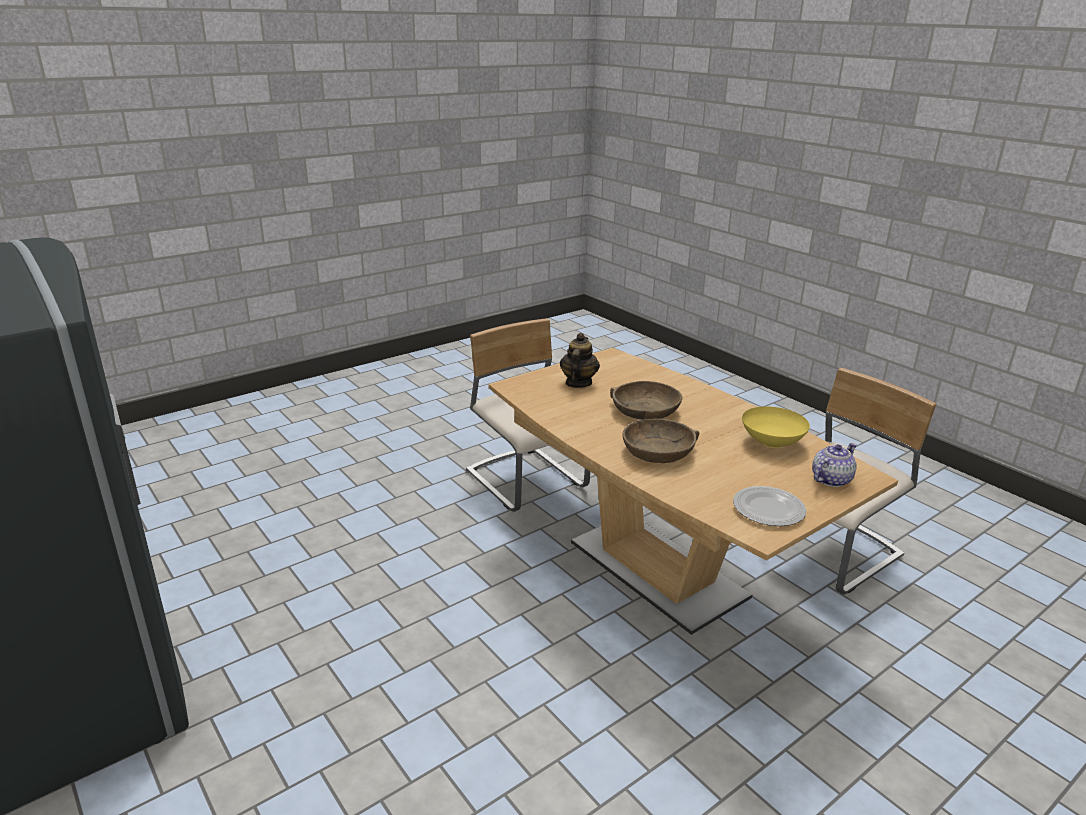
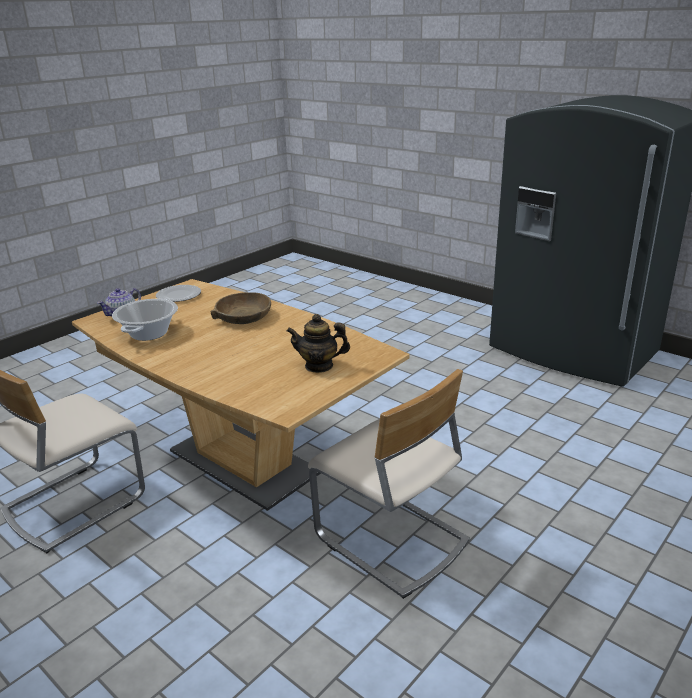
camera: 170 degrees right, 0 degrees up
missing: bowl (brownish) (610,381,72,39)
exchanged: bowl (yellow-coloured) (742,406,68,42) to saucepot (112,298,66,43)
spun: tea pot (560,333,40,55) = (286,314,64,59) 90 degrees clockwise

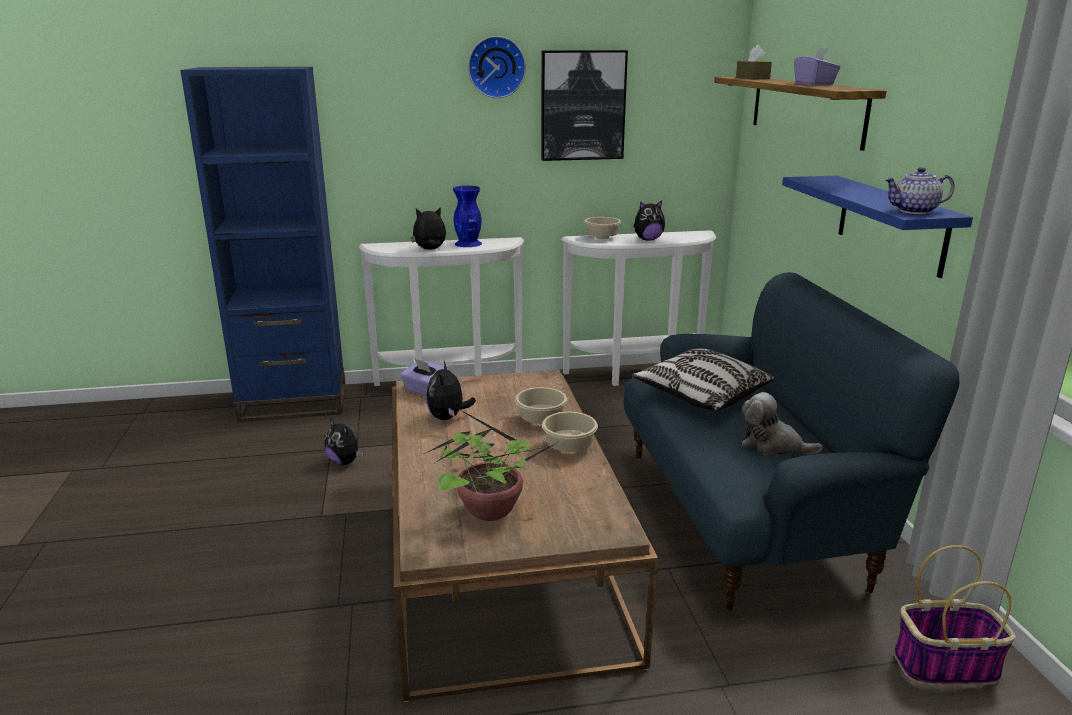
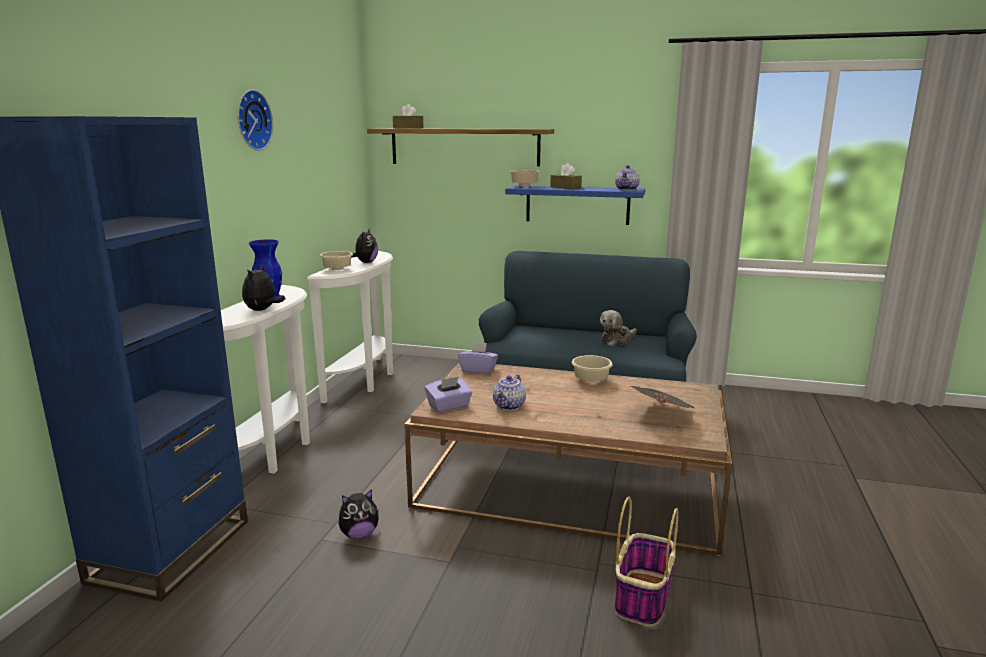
camera: 65 degrees left, 5 degrees down
missing: picture (541,50,87,111); cushion (632,348,142,63)
appeared: box of tissues (brownish) (550,163,32,26)
relocated: bowl (beige) (515,387,52,37) to (509,170,31,17); box of tissues (purplish) (794,48,47,37) to (458,342,40,32); basket (894,545,122,141) to (615,497,64,130)
exchanged: plant in a pot (424,408,143,113) to printed paper (626,385,69,23); cuddly toy (426,361,50,59) to tea pot (493,374,33,37)

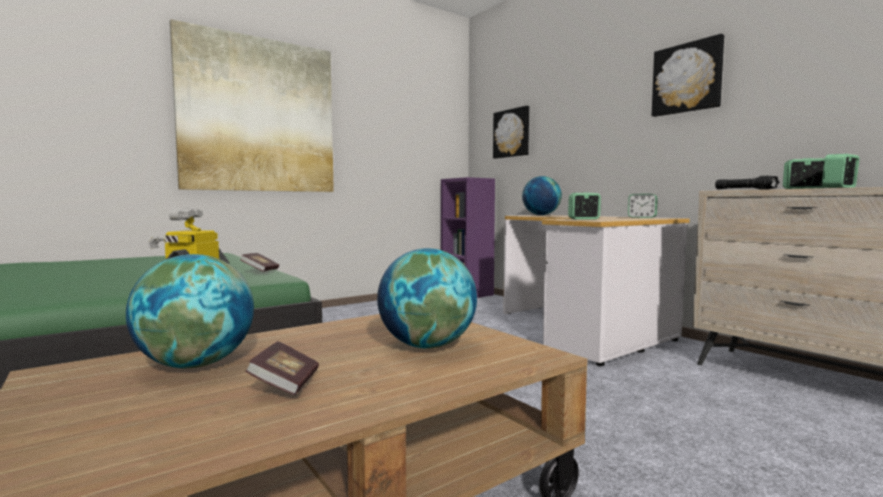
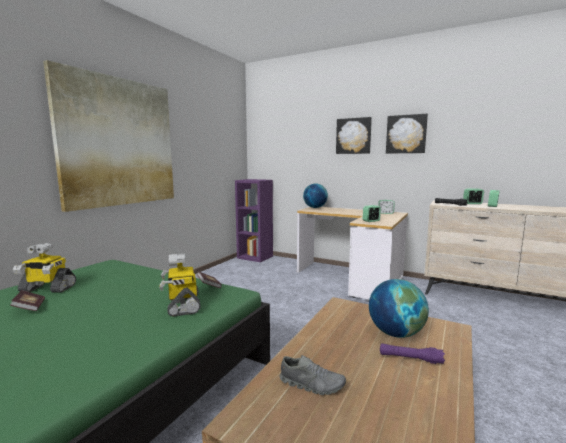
camera: 25 degrees left, 5 degrees up
appeared: robot figure (13,243,63,50); flashlight (purplish) (380,343,65,21)
relocated: book (245,341,74,54) to (10,290,35,21); picture (493,106,36,53) to (336,117,36,37)
exchanged: world globe (126,254,128,114) to item of footwear (gray) (279,355,67,40)

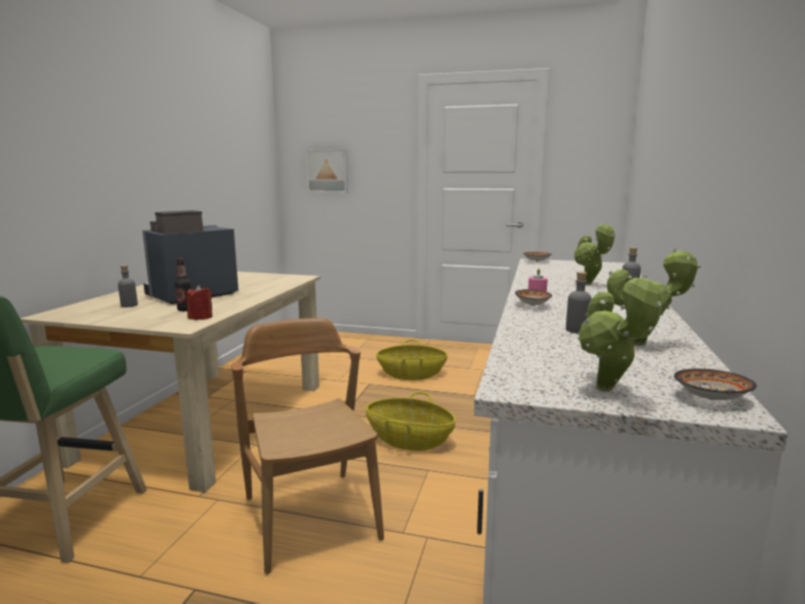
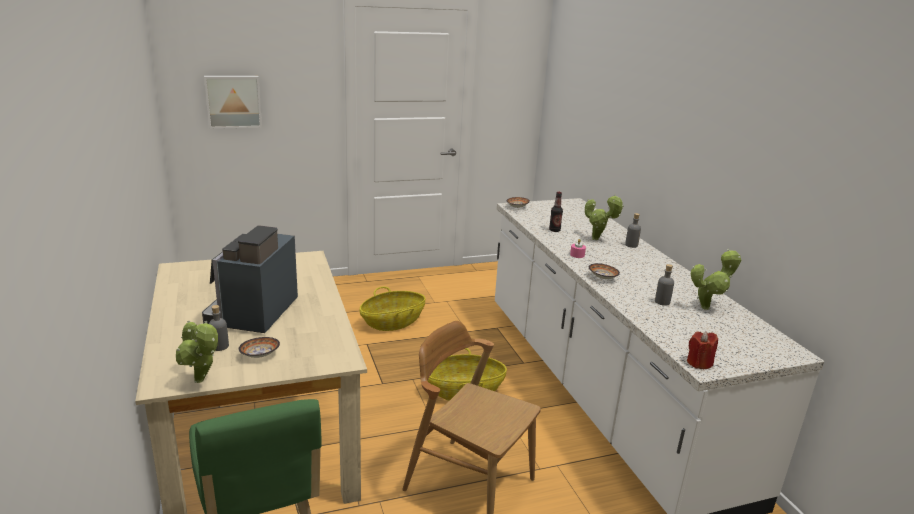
camera: 35 degrees left, 10 degrees up
relocated: beverage bottle (175,258,16,53) to (549,192,14,40); wax light (red) (186,285,27,35) to (687,331,31,38); plant in a pot (577,275,86,117) to (176,321,42,62); bowl (674,369,83,31) to (238,337,42,21)

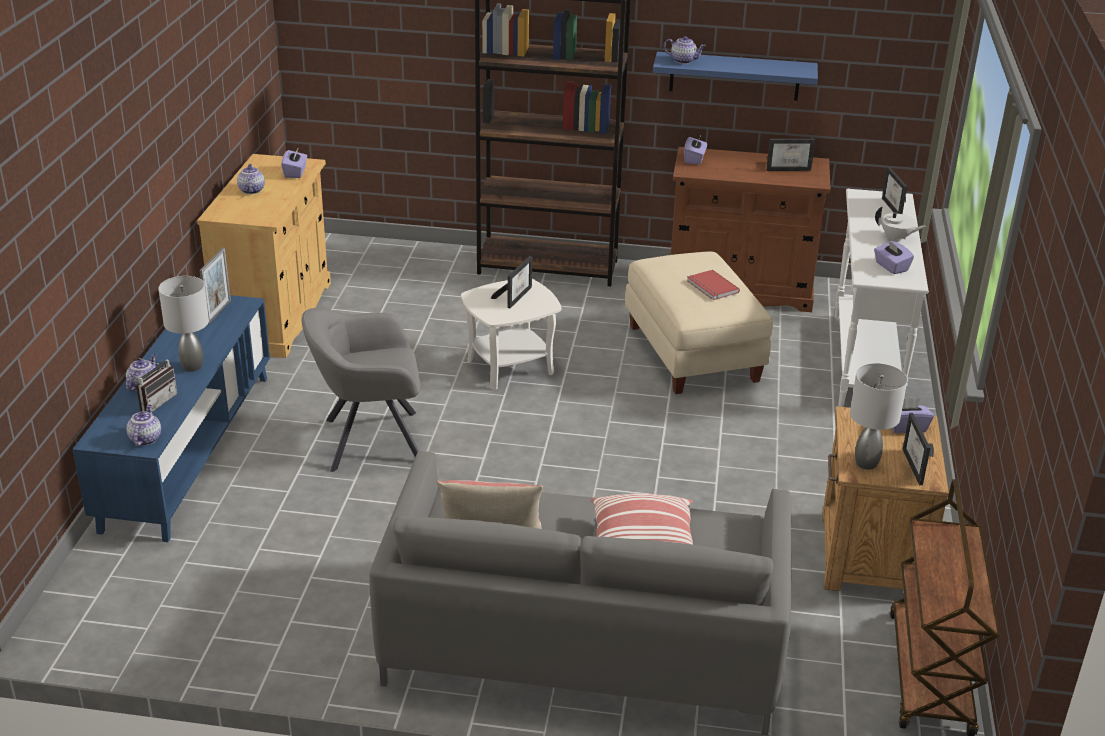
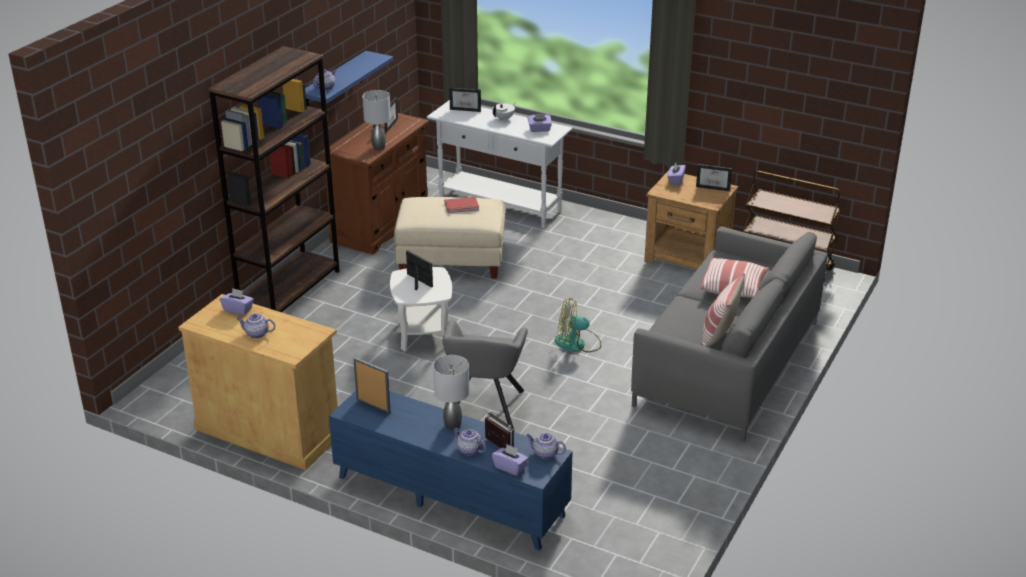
camera: 70 degrees left, 0 degrees up
appeared: fan (555,298,46,54)
relocated: box of tissues (purplish) (684,137,23,28) to (492,444,36,32); tabletop lamp (gray) (850,363,58,107) to (362,90,29,60)

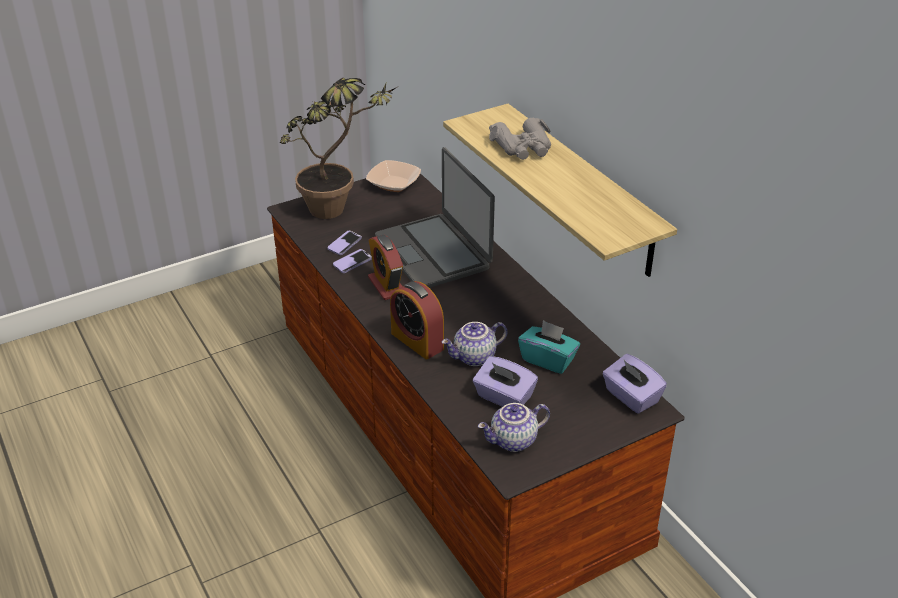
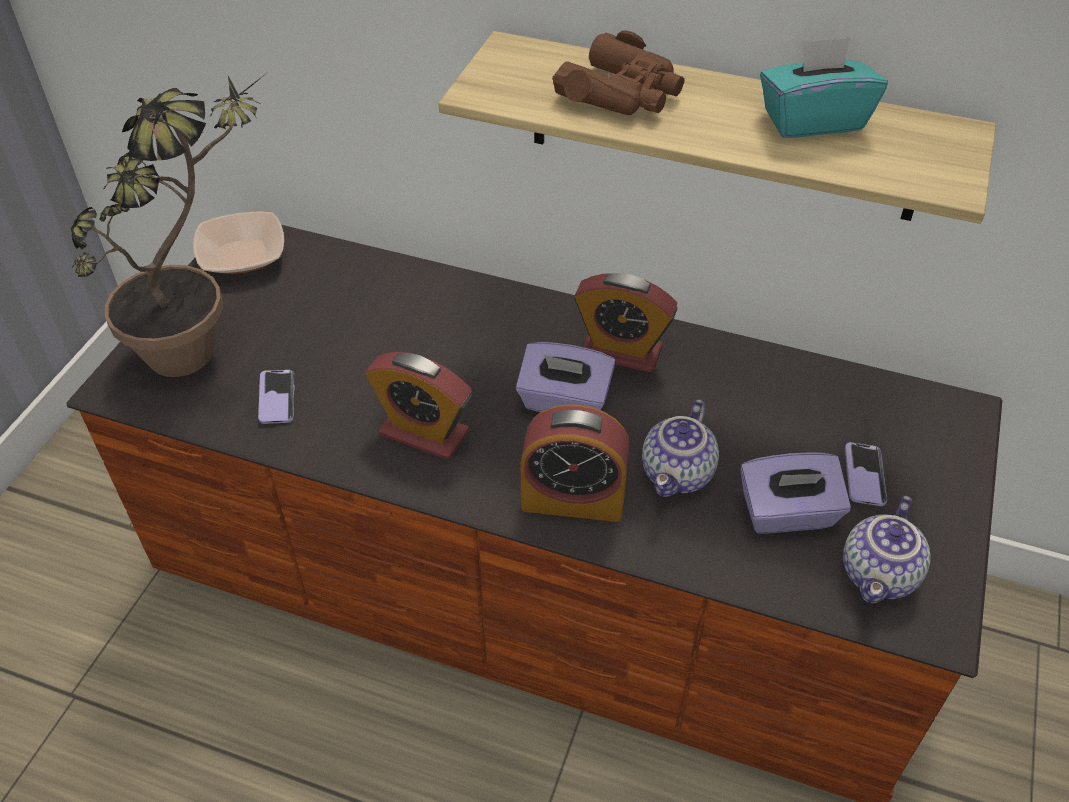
camera: 40 degrees left, 10 degrees up
missing: portable computer (375,147,120,141)
appeared: bedside clock (574,273,103,100)
relocated: telephone (333,249,39,24) to (845,442,42,64); box of tissues (turquoise-coloured) (518,320,62,54) to (760,37,128,101); box of tissues (purplish) (602,354,65,60) to (516,342,99,70)
colour: pair of binoculars (gray) (489,118,62,42) to pair of binoculars (brownish) (552,31,133,84)

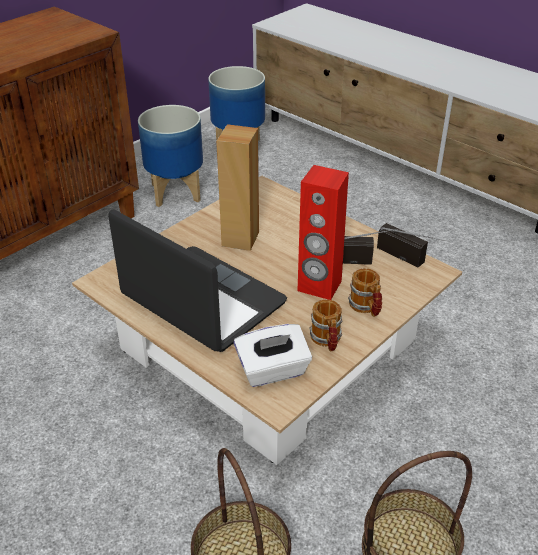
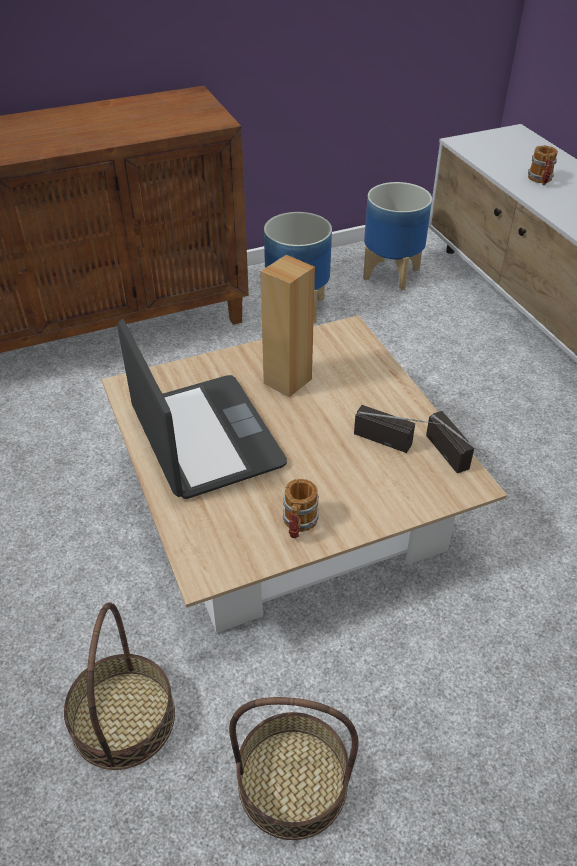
camera: 25 degrees right, 5 degrees up
missing: box of tissues (whitish) (234,324,78,63); loudspeaker (red) (298,165,51,135)
relocated: tea mug (348,268,34,49) to (528,146,30,39)

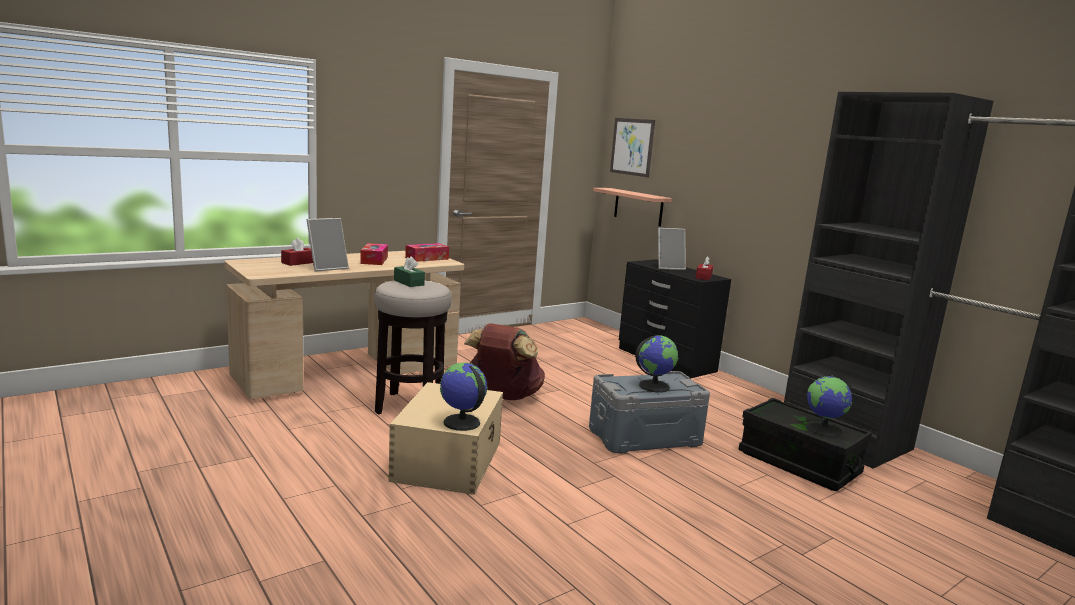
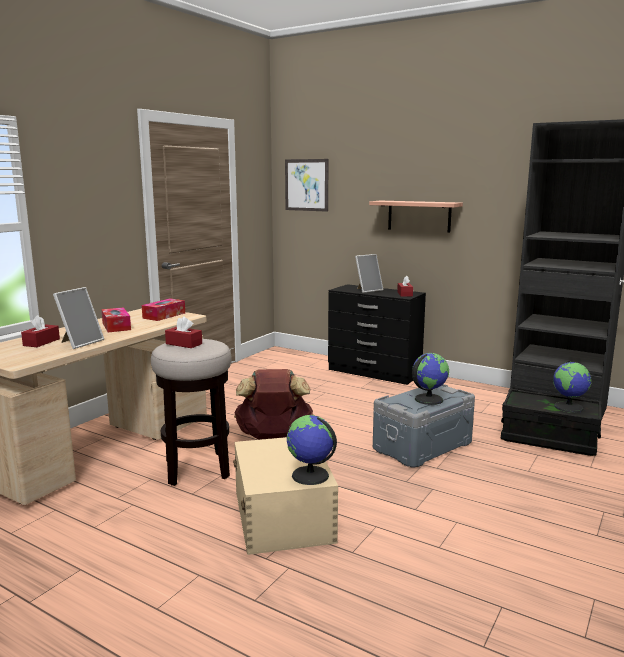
camera: 20 degrees left, 0 degrees up
relocated: bracket shelf (593,188,79,39) to (369,201,94,32)
colour: box of tissues (greenish) (394,256,31,31) to box of tissues (red) (165,316,37,32)

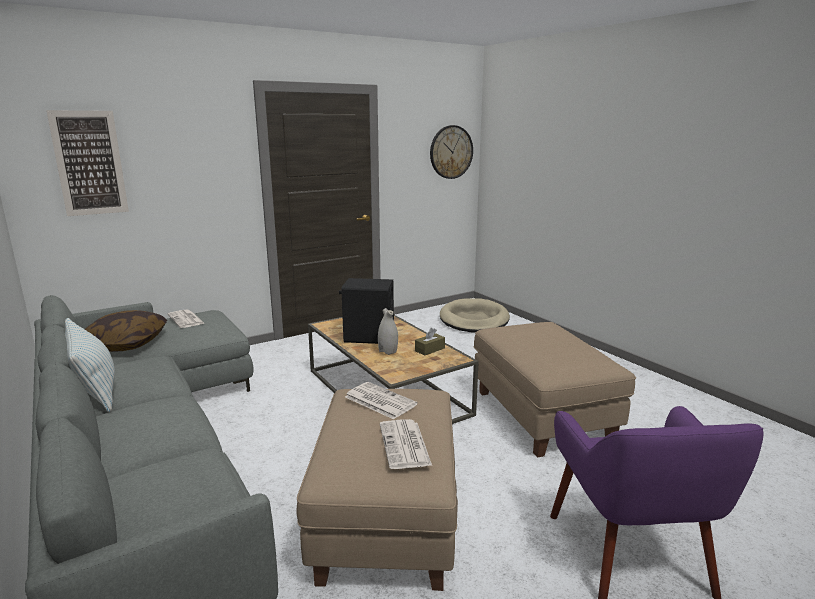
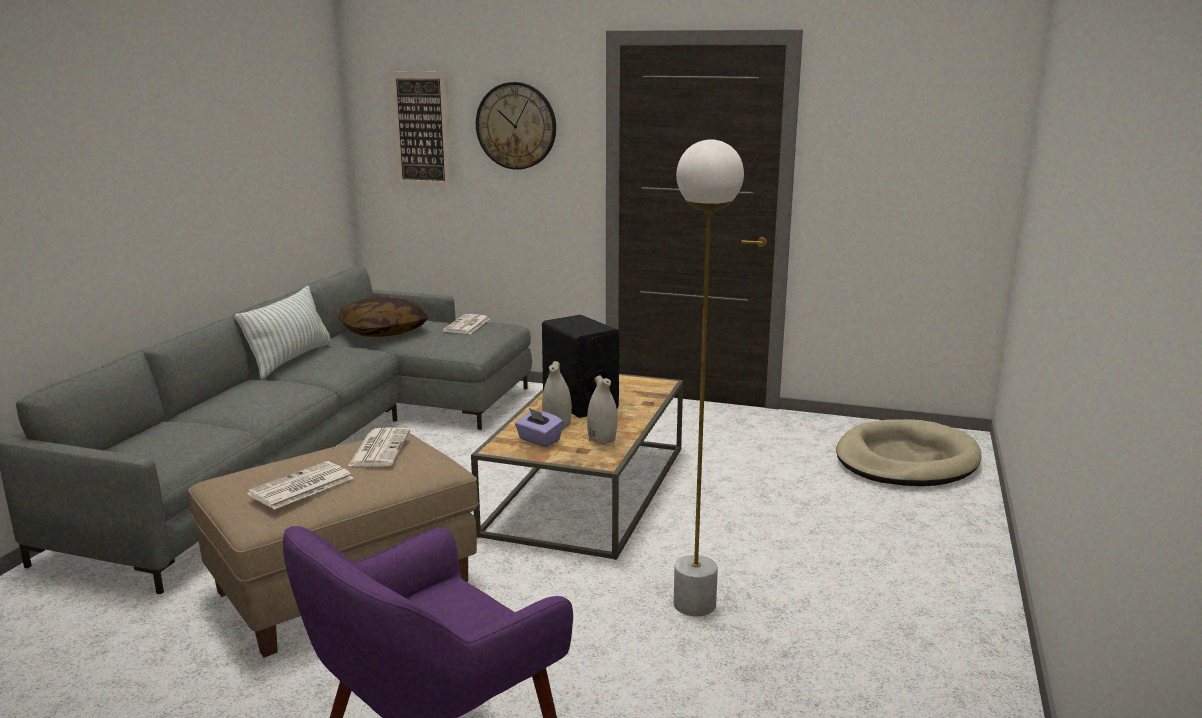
camera: 50 degrees right, 0 degrees up
appeared: box of tissues (purplish) (515,408,48,39)
relocated: hanging clock (430,125,43,54) to (476,82,80,88)
exchanged: box of tissues (brownish) (415,328,30,28) to decorative vase (whitish) (587,375,31,70); footrest (beige) (474,322,162,136) to standing lamp (whitish) (673,139,71,478)

